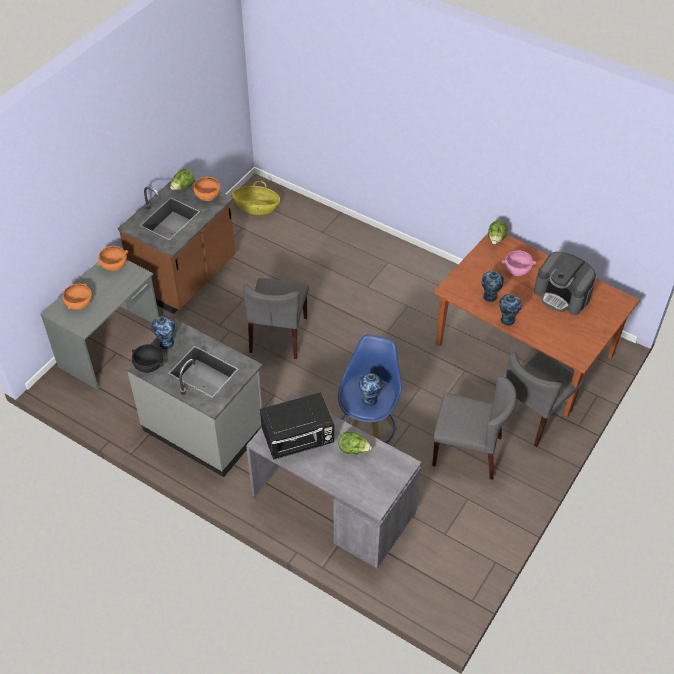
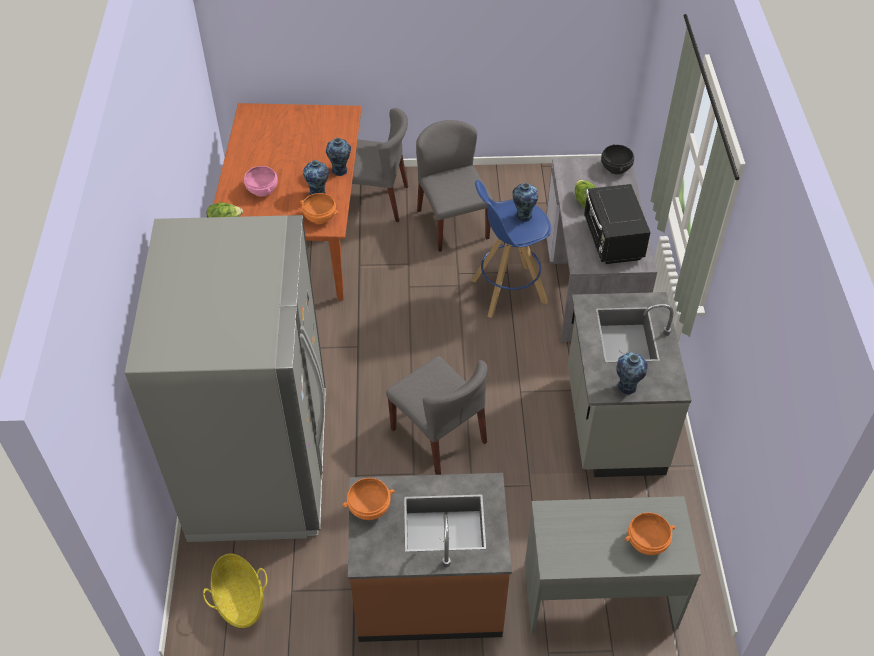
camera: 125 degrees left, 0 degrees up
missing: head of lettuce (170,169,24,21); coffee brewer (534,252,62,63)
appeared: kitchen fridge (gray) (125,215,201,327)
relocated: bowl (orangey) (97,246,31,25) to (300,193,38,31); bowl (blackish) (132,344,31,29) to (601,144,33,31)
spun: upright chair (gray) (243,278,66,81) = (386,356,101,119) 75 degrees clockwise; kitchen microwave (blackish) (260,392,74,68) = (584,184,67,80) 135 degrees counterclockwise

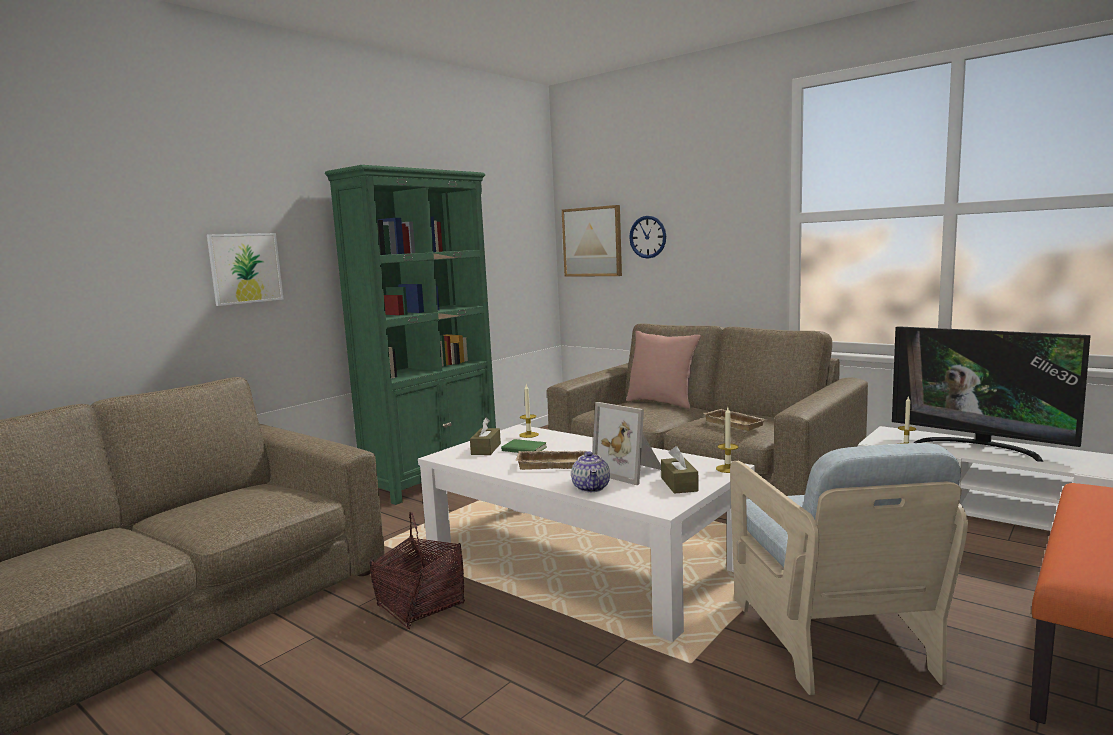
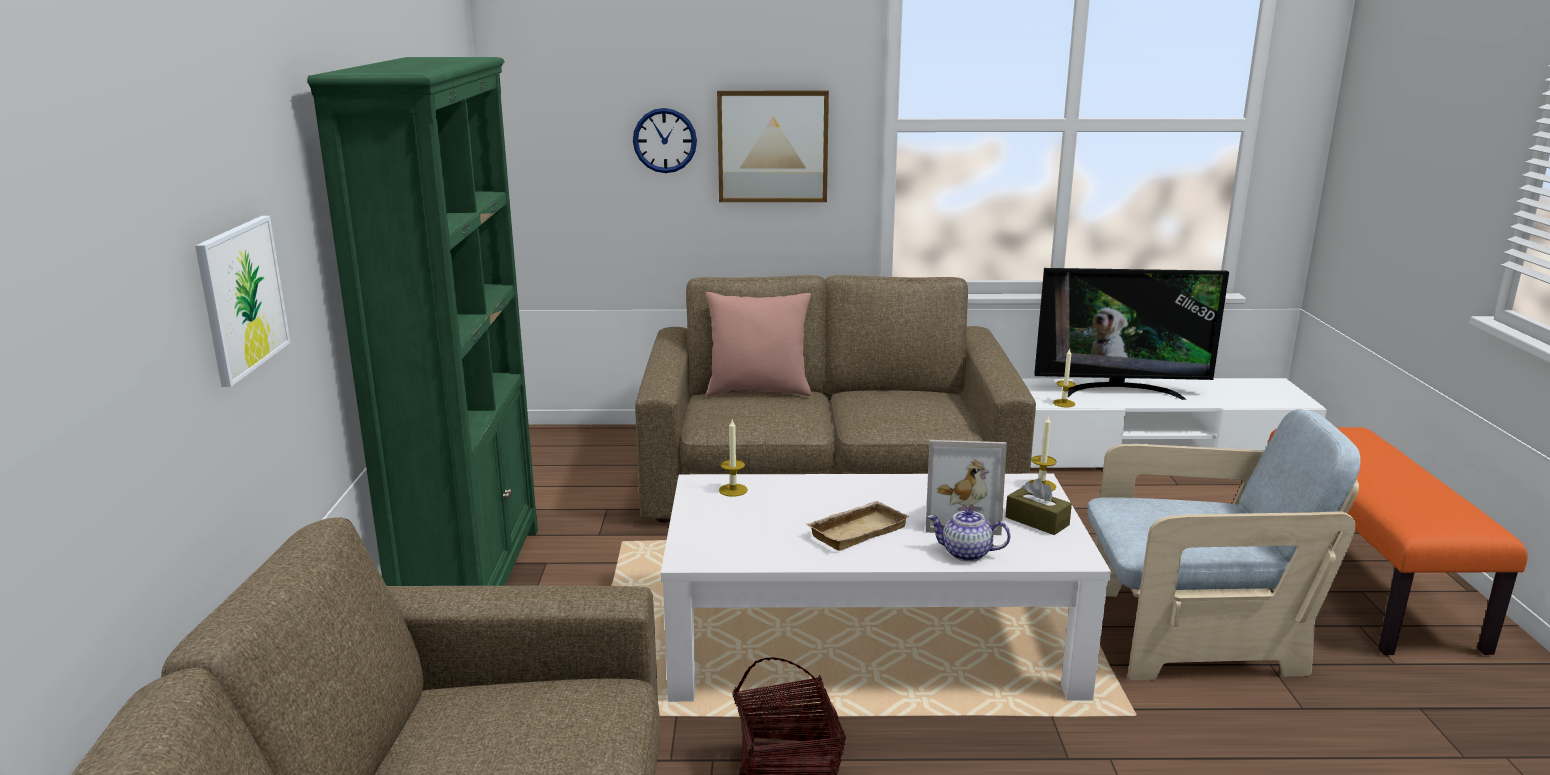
camera: 40 degrees left, 10 degrees up
missing: box of tissues (brownish) (470,417,31,38); book (greenish) (501,439,46,14); tray (beige) (704,409,63,22)
relocated: picture (562,205,60,72) to (717,91,112,111)
spun: tea pot (571,451,39,41) = (927,509,83,53) 150 degrees clockwise; easy chair (beige) (730,443,238,252) = (1087,409,273,272) 45 degrees counterclockwise

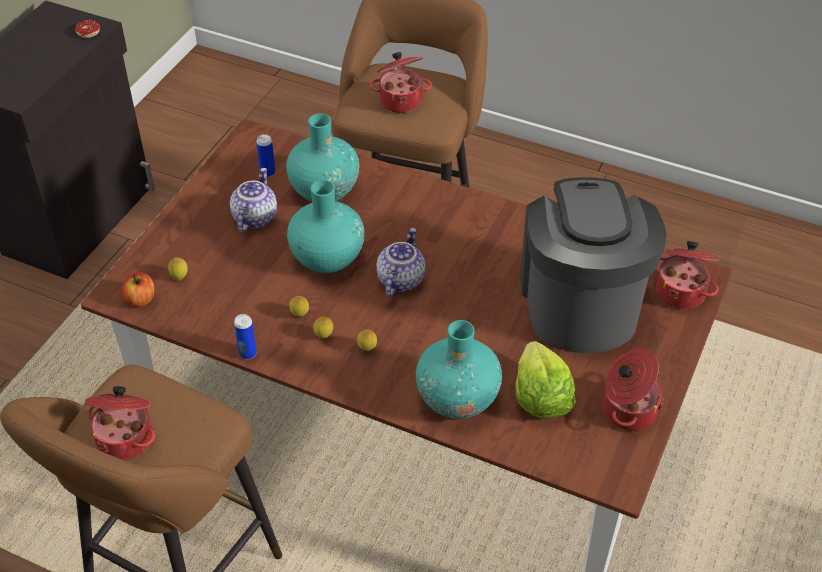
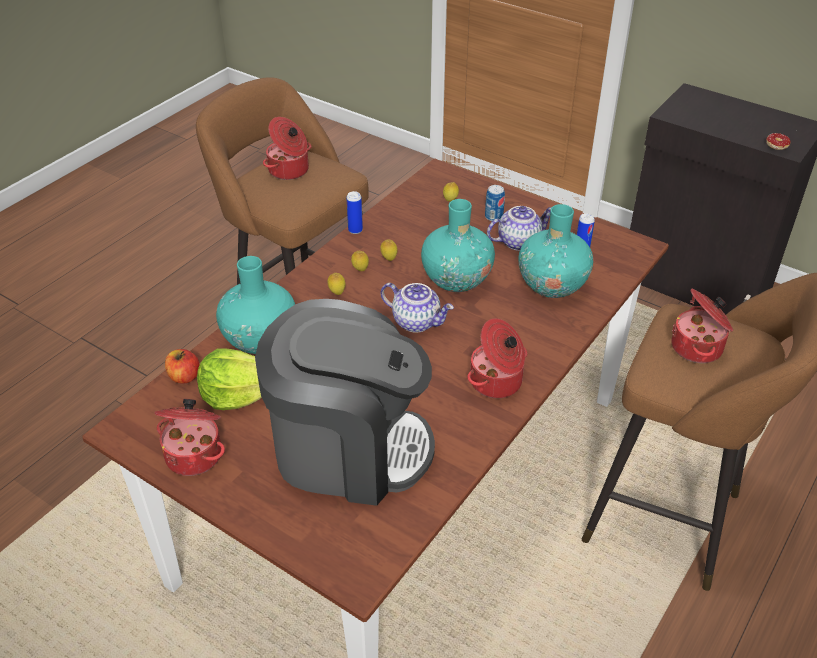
camera: 100 degrees right, 5 degrees down
appeared: metal can (485,185,20,36)
relocated: apple fruit (121,272,34,35) to (165,349,35,35); saucepot (655,241,64,68) to (467,319,60,79)
spun: tea pot (230,168,47,64) = (487,206,64,45) 45 degrees counterclockwise

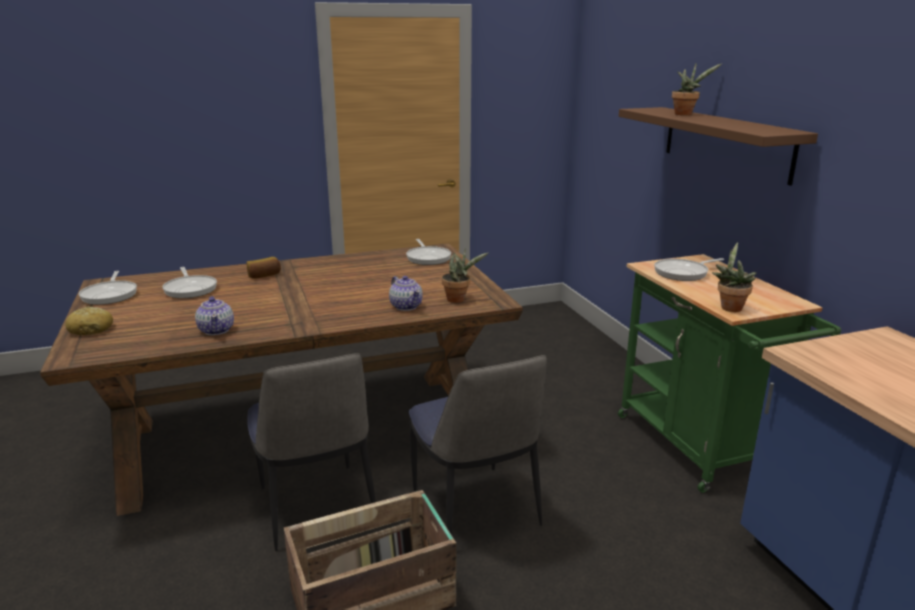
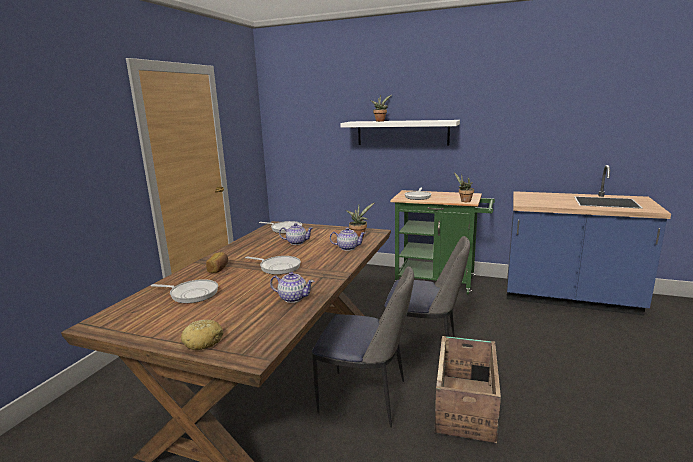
camera: 50 degrees left, 5 degrees down
appeared: tea pot (279,223,34,22)
relocated: skillet (79,271,58,34) to (245,256,56,19)
colour: bracket shelf (brownish) (619,107,199,79) to bracket shelf (whitish) (340,120,120,25)

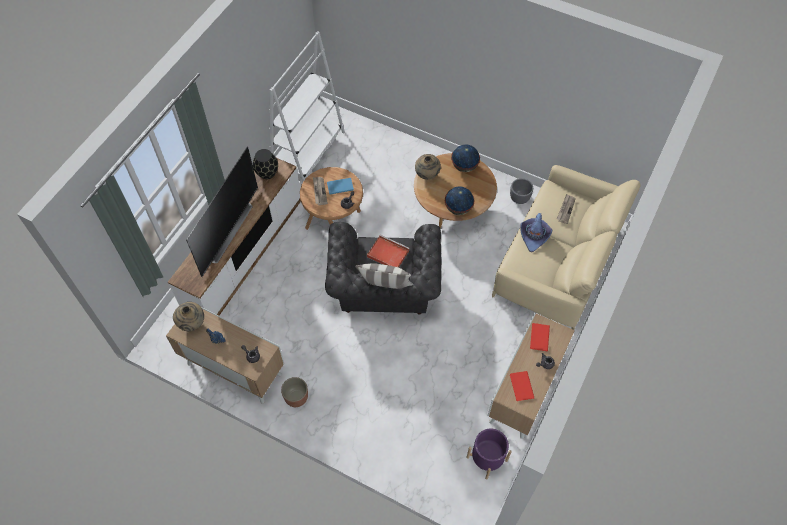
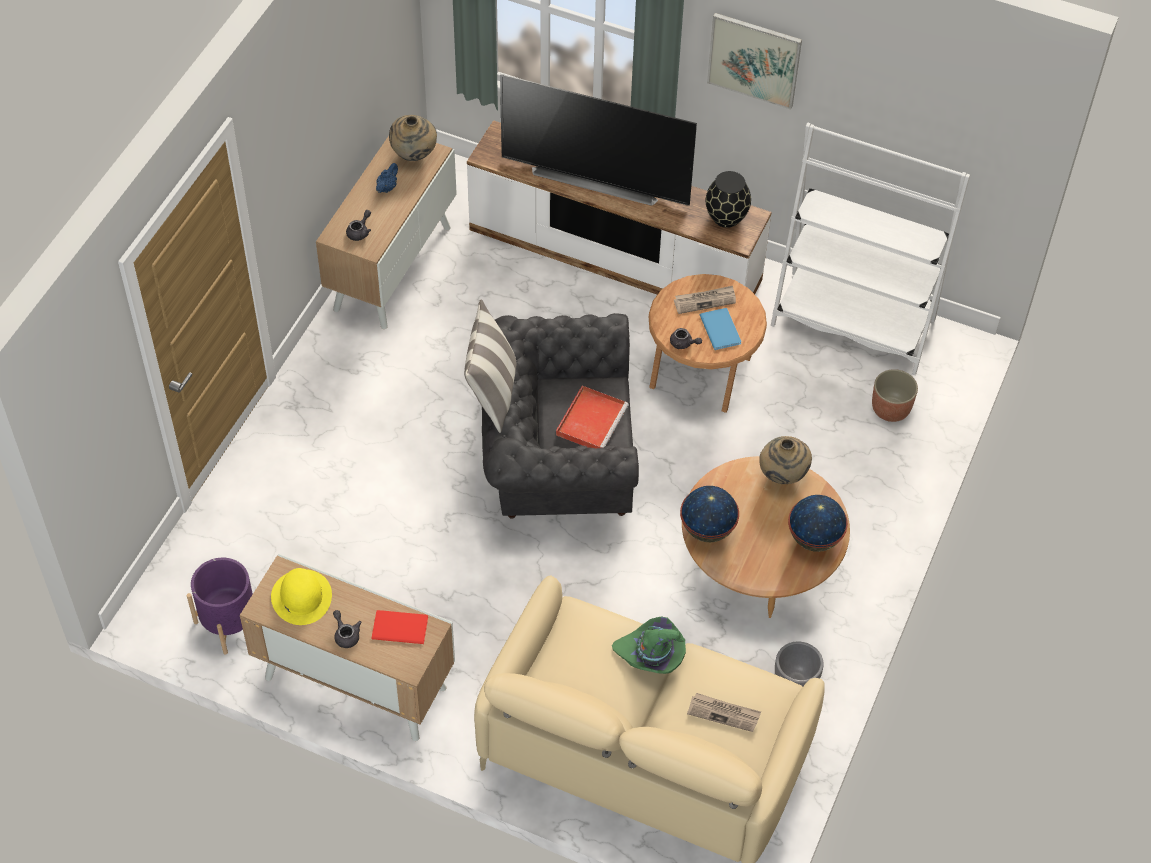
camera: 85 degrees right, 5 degrees down
appeared: picture (707,13,95,97)
relocated: planter (281,377,27,30) to (872,369,46,53)
exchanged: book (red) (510,371,24,30) to wearable hat (yellow-coloured) (271,568,61,57)
colour: wearable hat (purplish) (520,213,32,39) to wearable hat (greenish) (612,617,74,57)

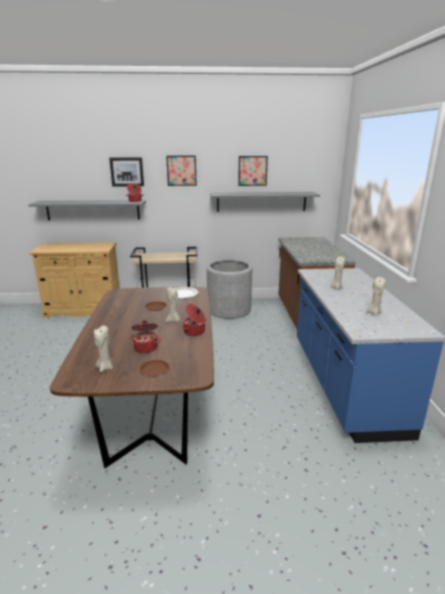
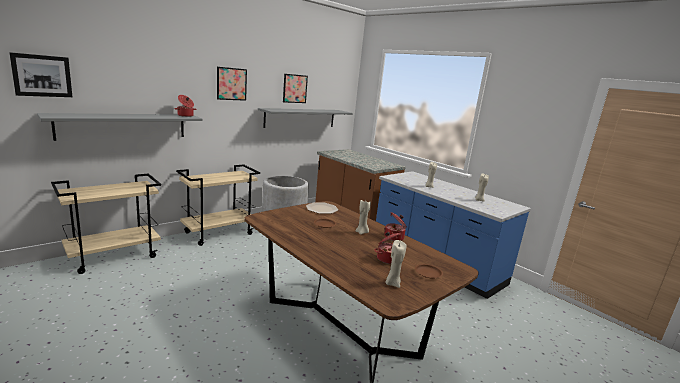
camera: 40 degrees left, 5 degrees down
relocated: picture (109,157,35,30) to (9,52,64,45)
exchanged: cabinet (beige) (29,242,91,75) to trolley (beige) (51,173,110,101)

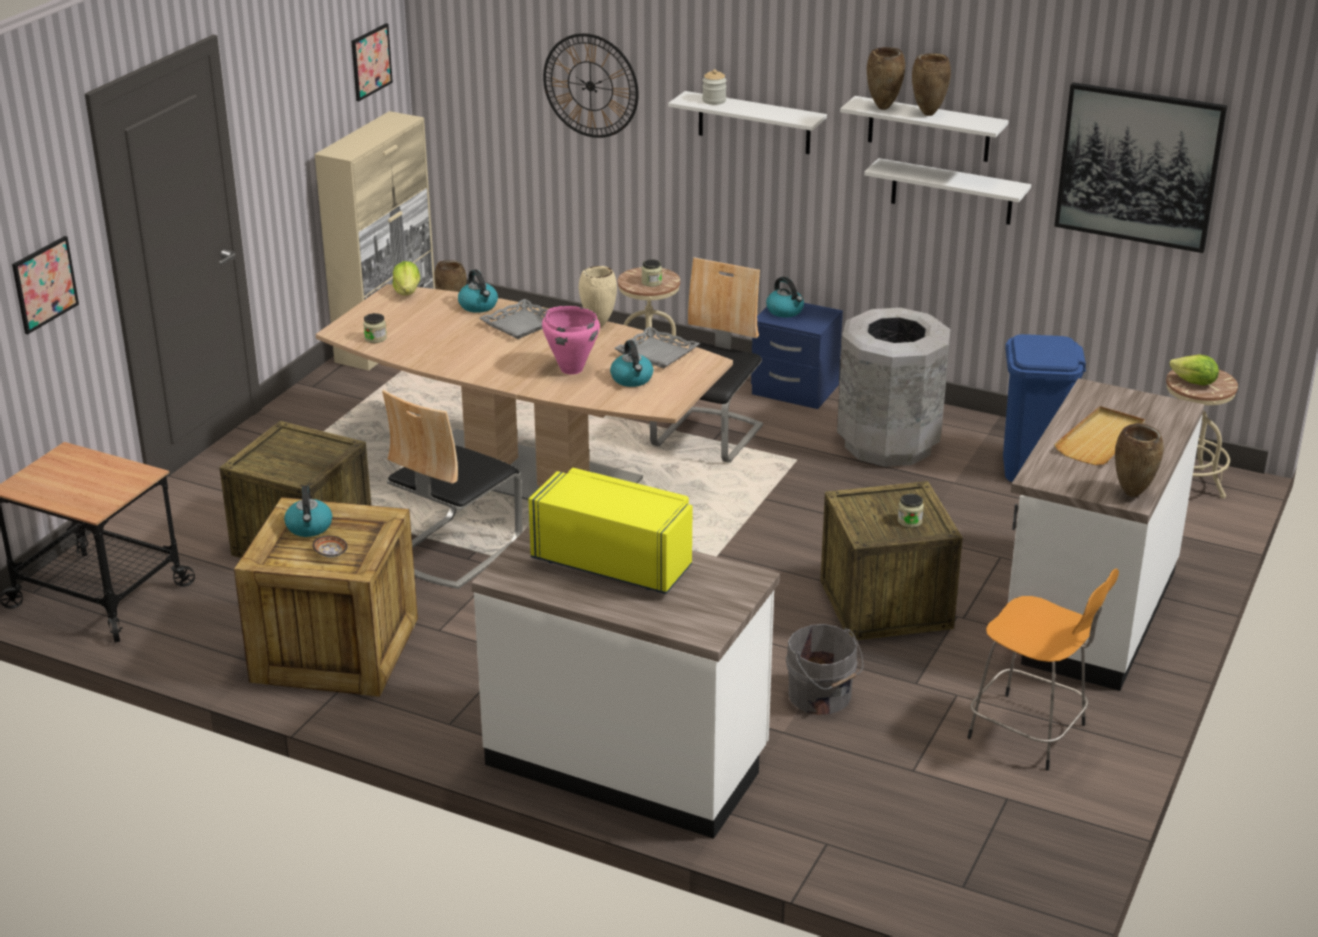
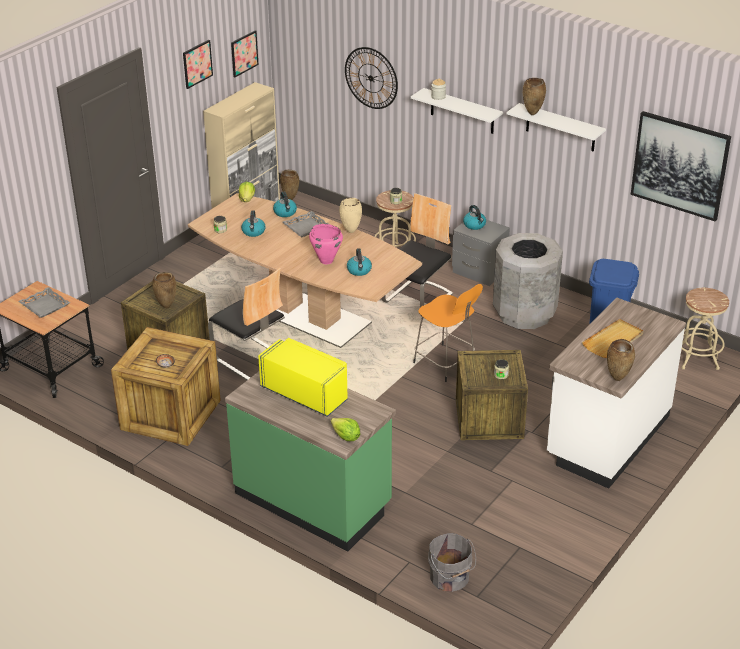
camera: 10 degrees right, 5 degrees up
missing: bracket shelf (whitish) (864,158,167,67)
relocated: picture (12,236,67,98) to (183,40,30,49); tea kettle (284,485,48,52) to (241,210,25,27); tray (gray) (614,327,86,41) to (18,287,52,31); pail (gray) (786,624,77,91) to (428,533,48,59); decorative vase (brownish) (912,53,39,63) to (152,272,24,36); stool (orangey) (967,568,152,202) to (413,284,70,98); head of lettuce (1169,354,50,31) to (331,418,30,23)
colour: counter (whitish) (471,525,309,314) to counter (greenish) (225,372,171,180); night table (bluish) (751,303,92,106) to night table (gray) (452,220,58,66)
spun: upright chair (382,390,140,199) = (208,268,77,112) 90 degrees counterclockwise

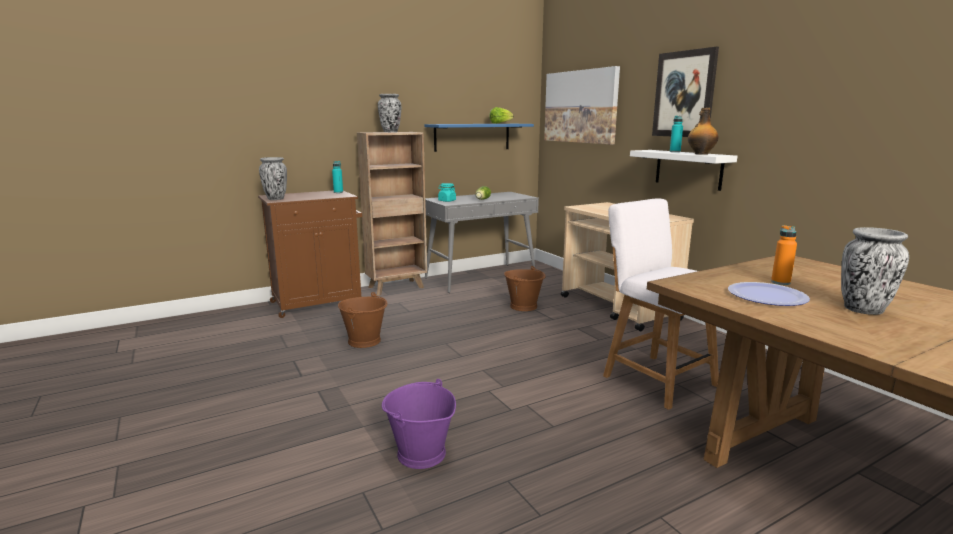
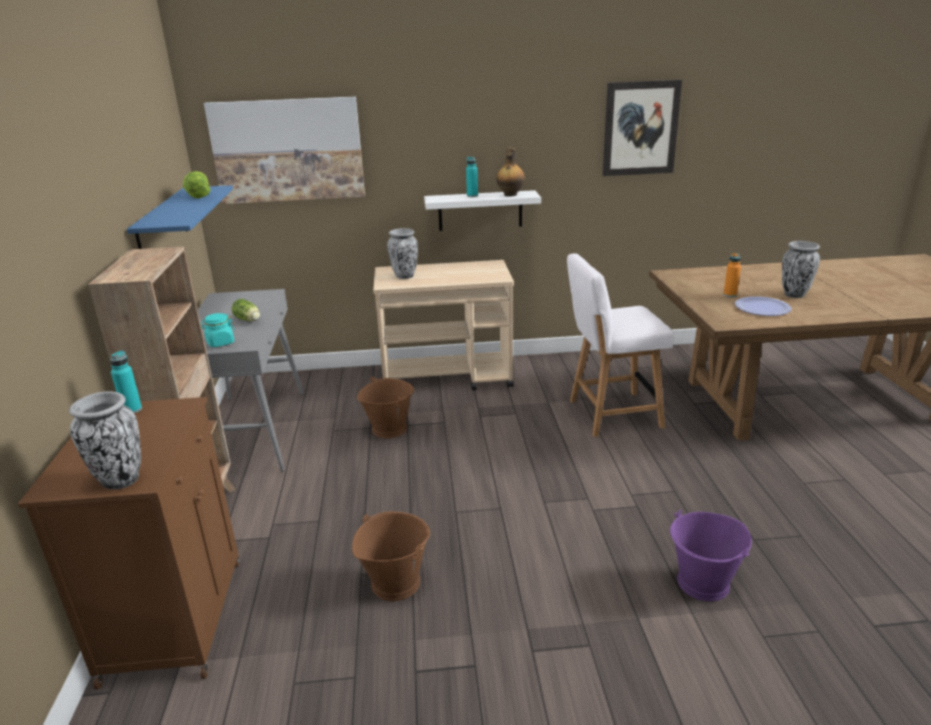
camera: 65 degrees left, 10 degrees up
relocated: decorative vase (378,94,23,38) to (387,228,31,51); picture (652,47,67,90) to (602,80,80,96)

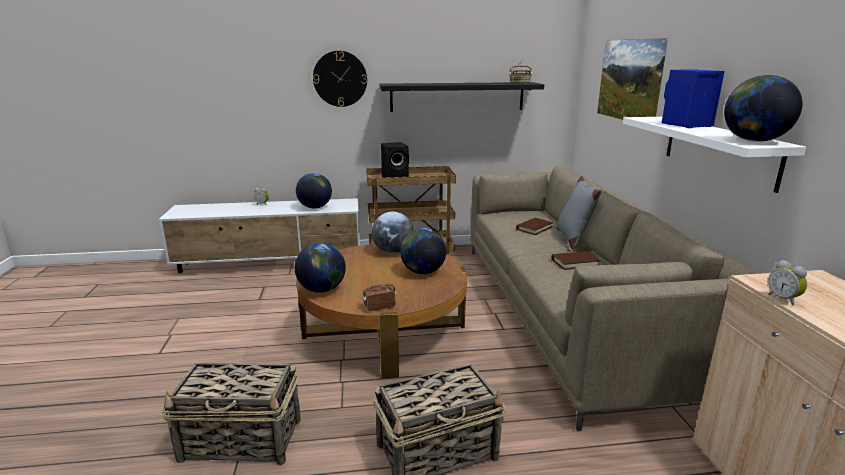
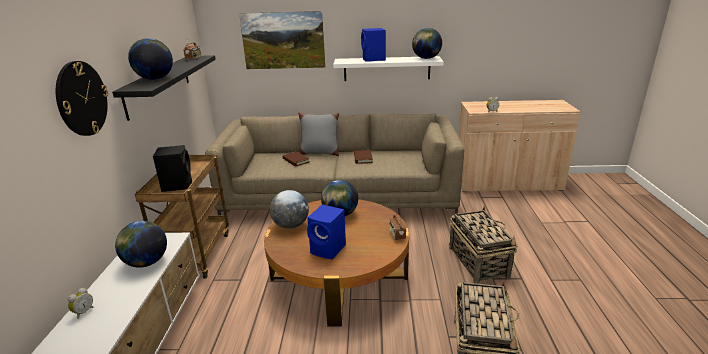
camera: 80 degrees left, 5 degrees up
appeared: loudspeaker (bluish) (307,204,39,55)
relocated: world globe (295,243,51,50) to (128,38,45,42)

